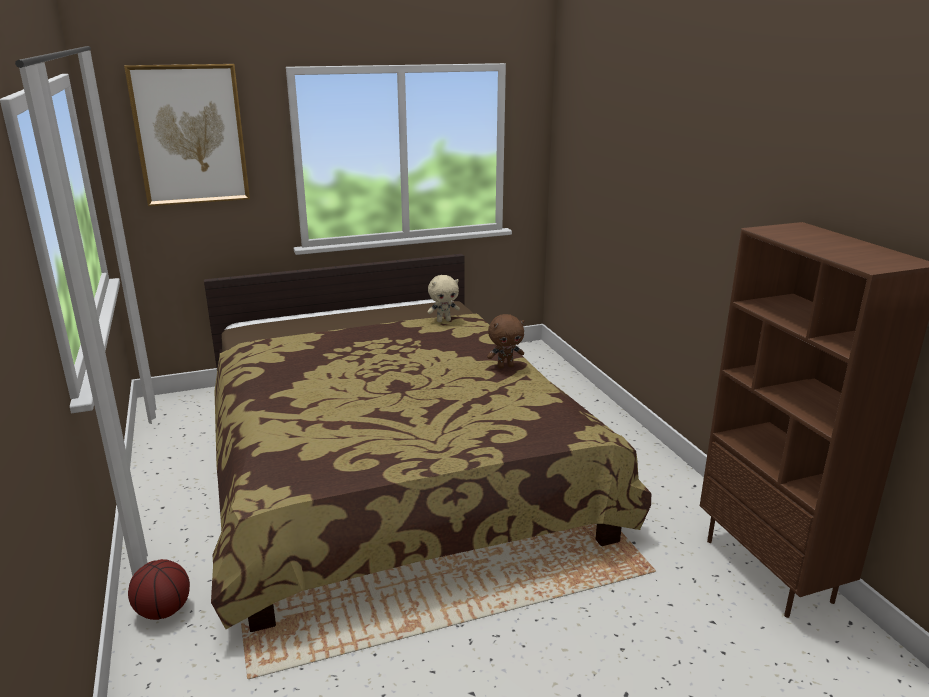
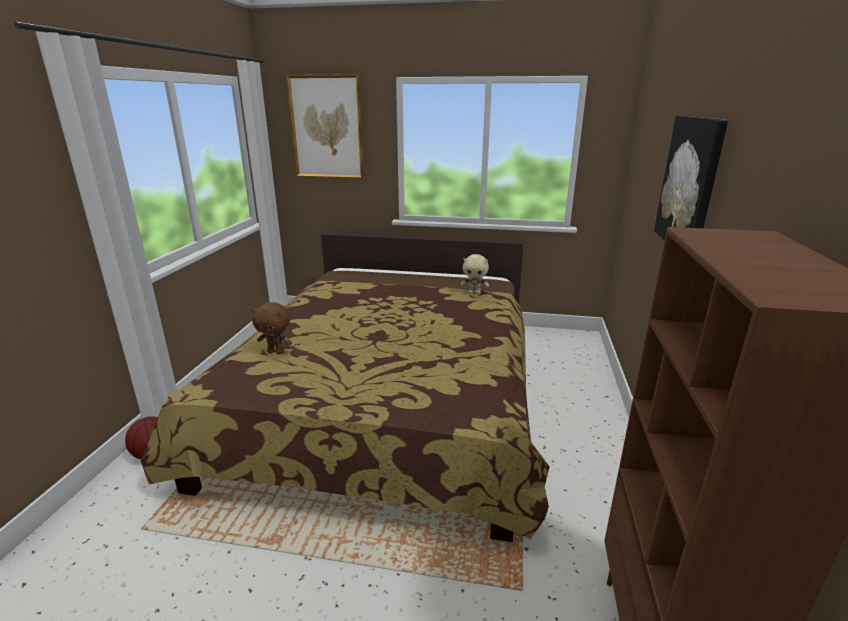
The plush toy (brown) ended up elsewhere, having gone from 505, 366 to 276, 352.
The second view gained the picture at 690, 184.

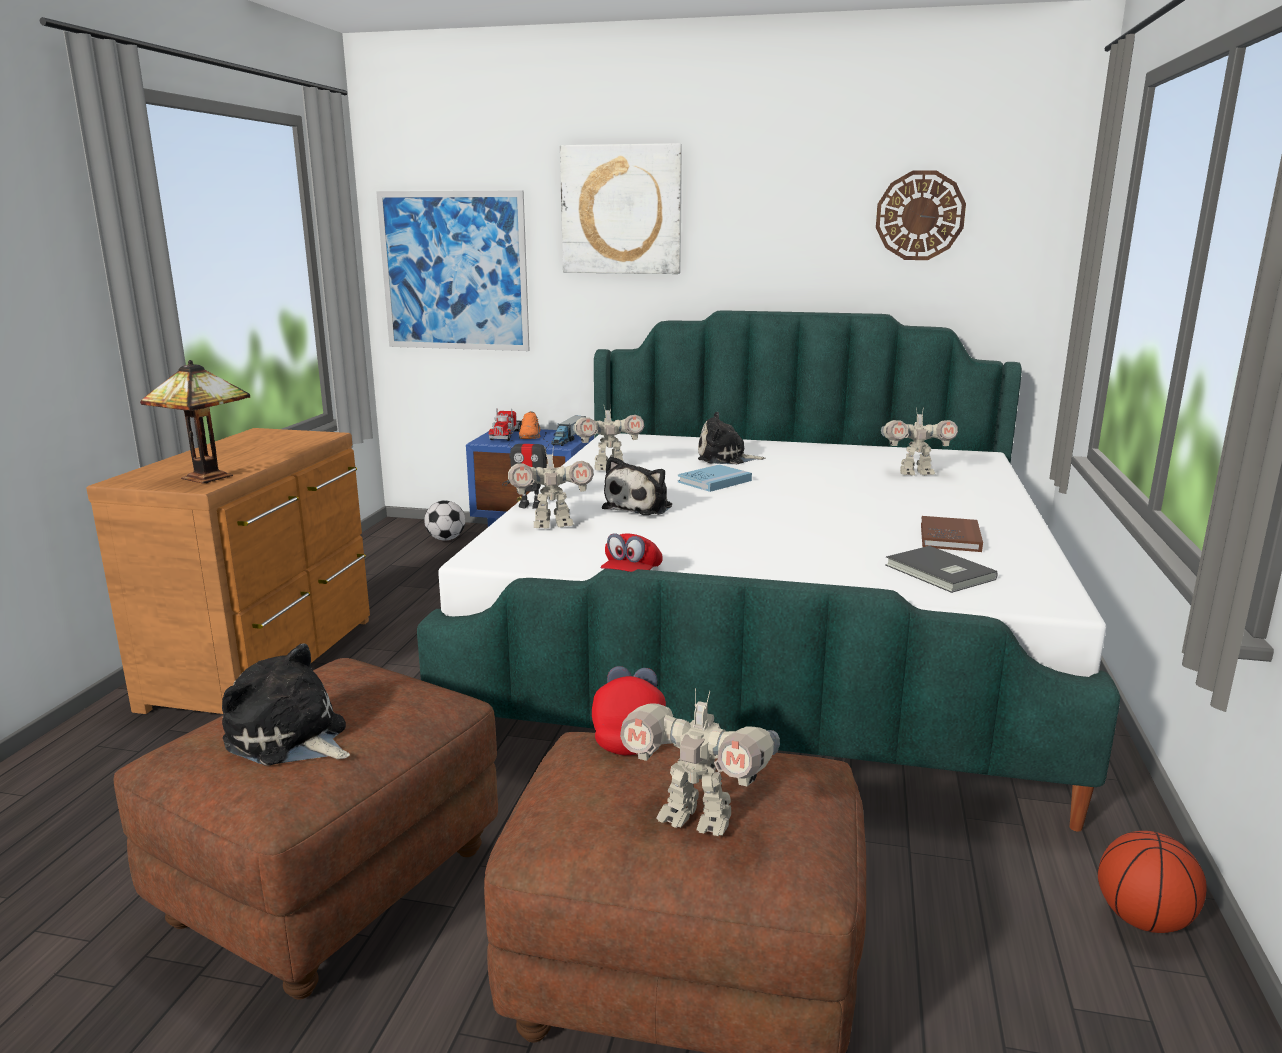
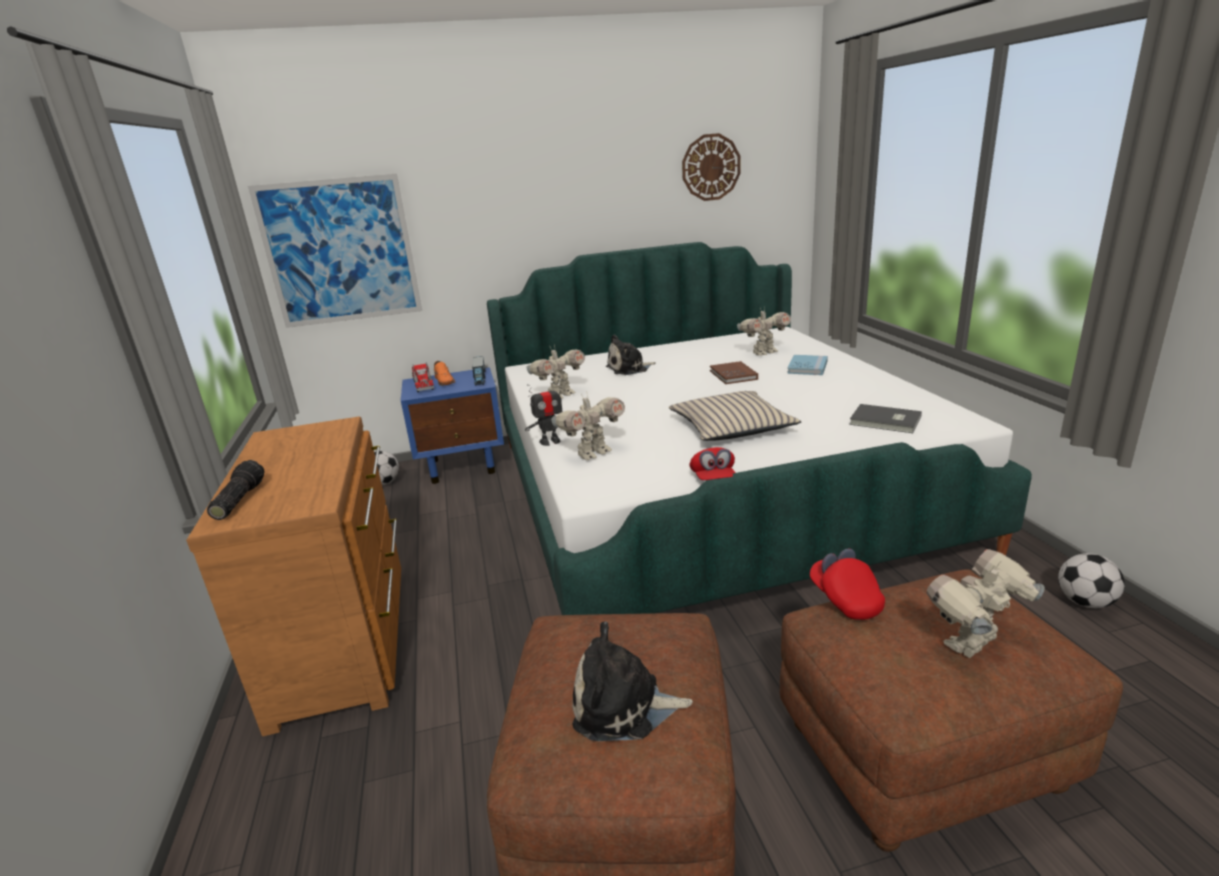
The second view lost the picture at 621, 210.
The second view lost the table lamp at 211, 477.
The second view lost the plush toy at 640, 507.
The book (blue) ended up elsewhere, having gone from 714, 481 to 807, 367.
The book (brown) ended up elsewhere, having gone from 950, 537 to 733, 375.
The toy robot at 697, 817 ended up facing another way, 150 degrees clockwise from before.
Where the basketball stood at 1142, 919, the football came to stand at 1085, 602.
The second view gained the pillow (beige) at 731, 427.
The second view gained the flashlight at 238, 500.

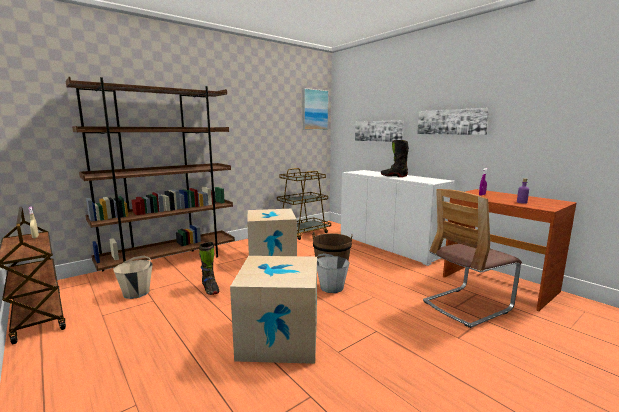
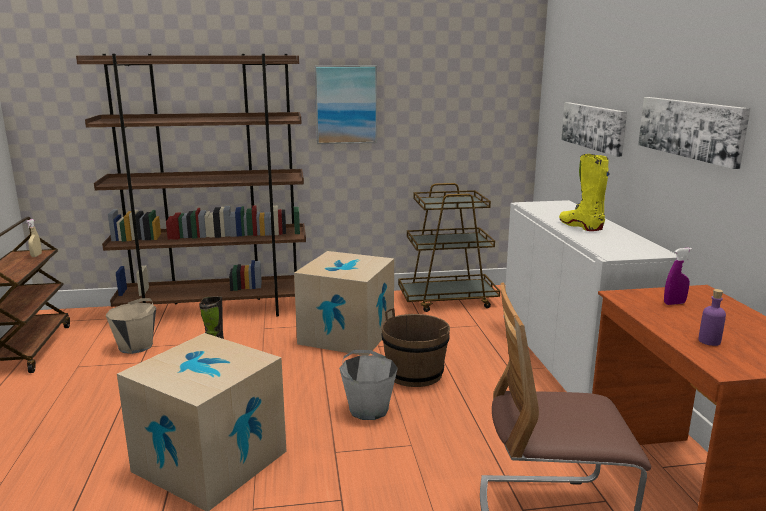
The picture ended up elsewhere, having gone from 314, 110 to 346, 104.
What was the boot (black) at 393, 176 turned into the boot (yellow) at 581, 226.

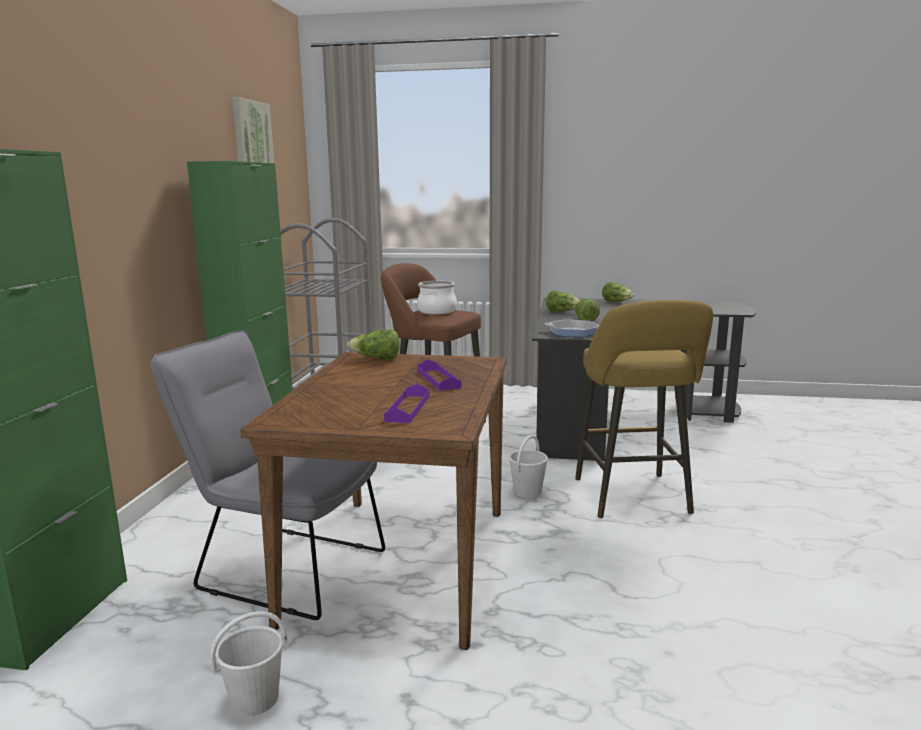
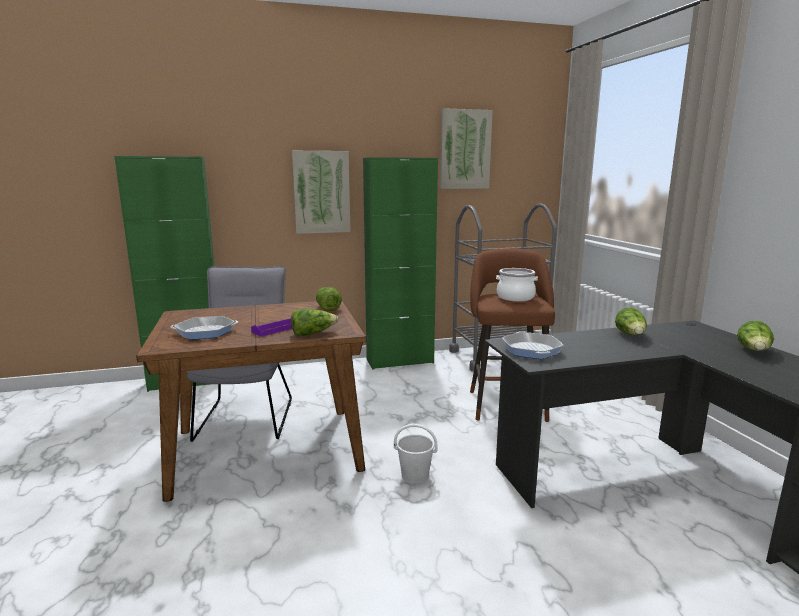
The lettuce ended up elsewhere, having gone from 585, 319 to 312, 333.
The second view lost the stool (yellow) at 633, 498.
Where the tray (purple) stood at 408, 408, the frying pan came to stand at 205, 332.
The second view lost the bucket (white) at 256, 699.
The second view gained the picture at 321, 192.

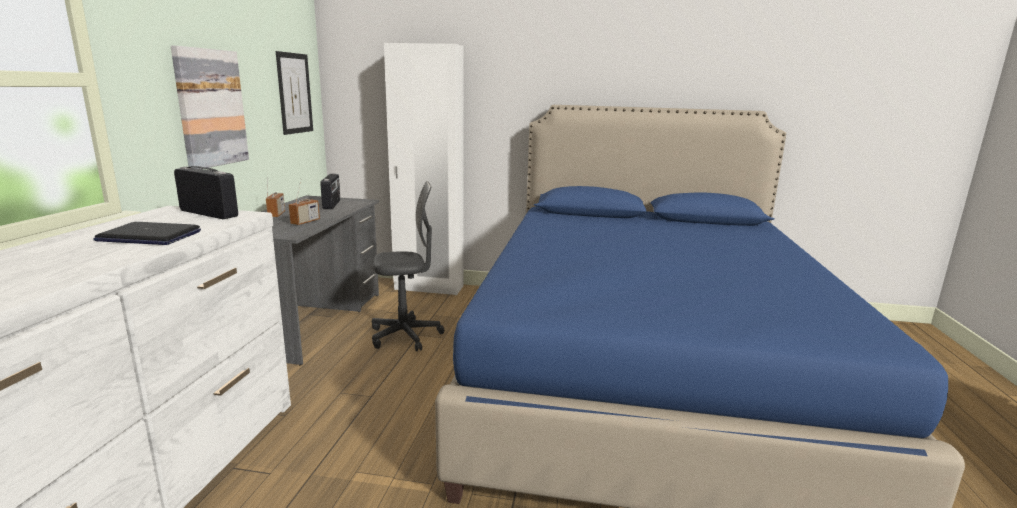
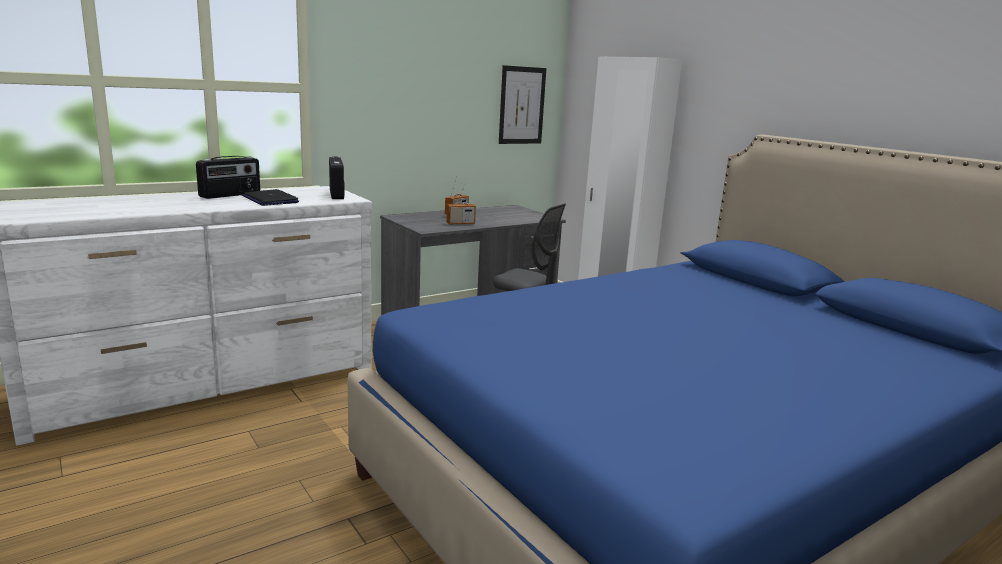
The second view lost the picture at 210, 108.
The radio ended up elsewhere, having gone from 332, 204 to 230, 195.

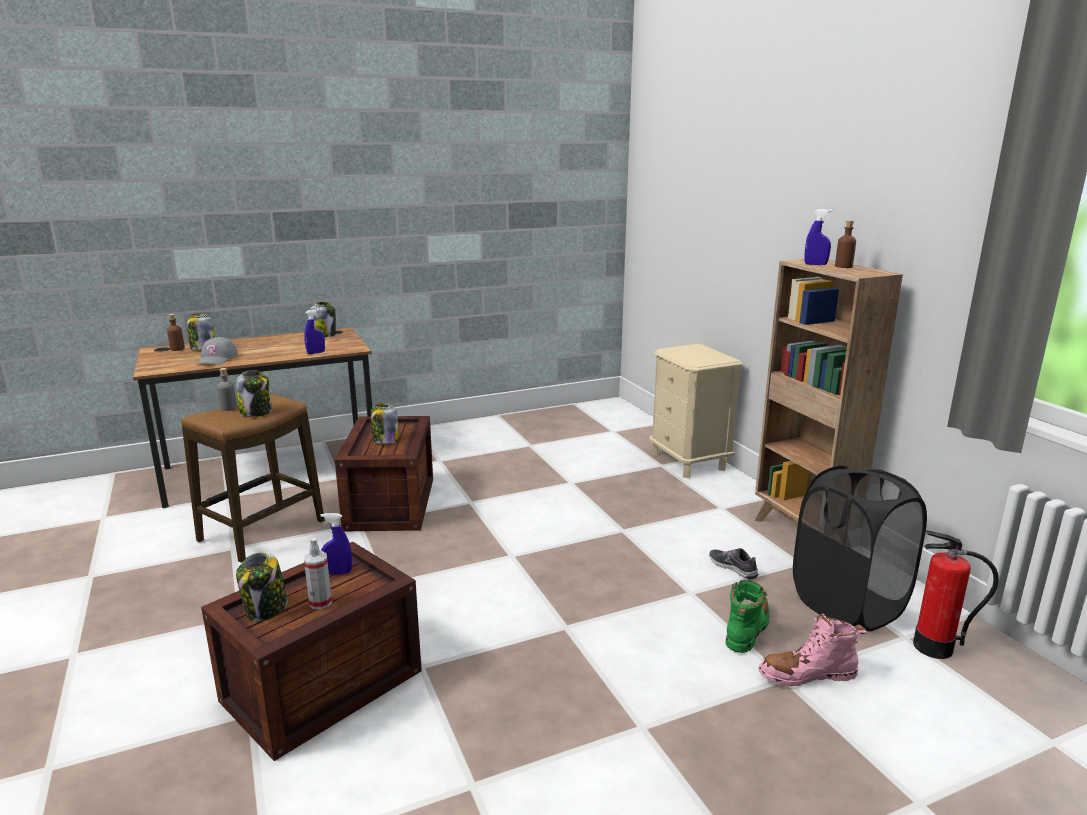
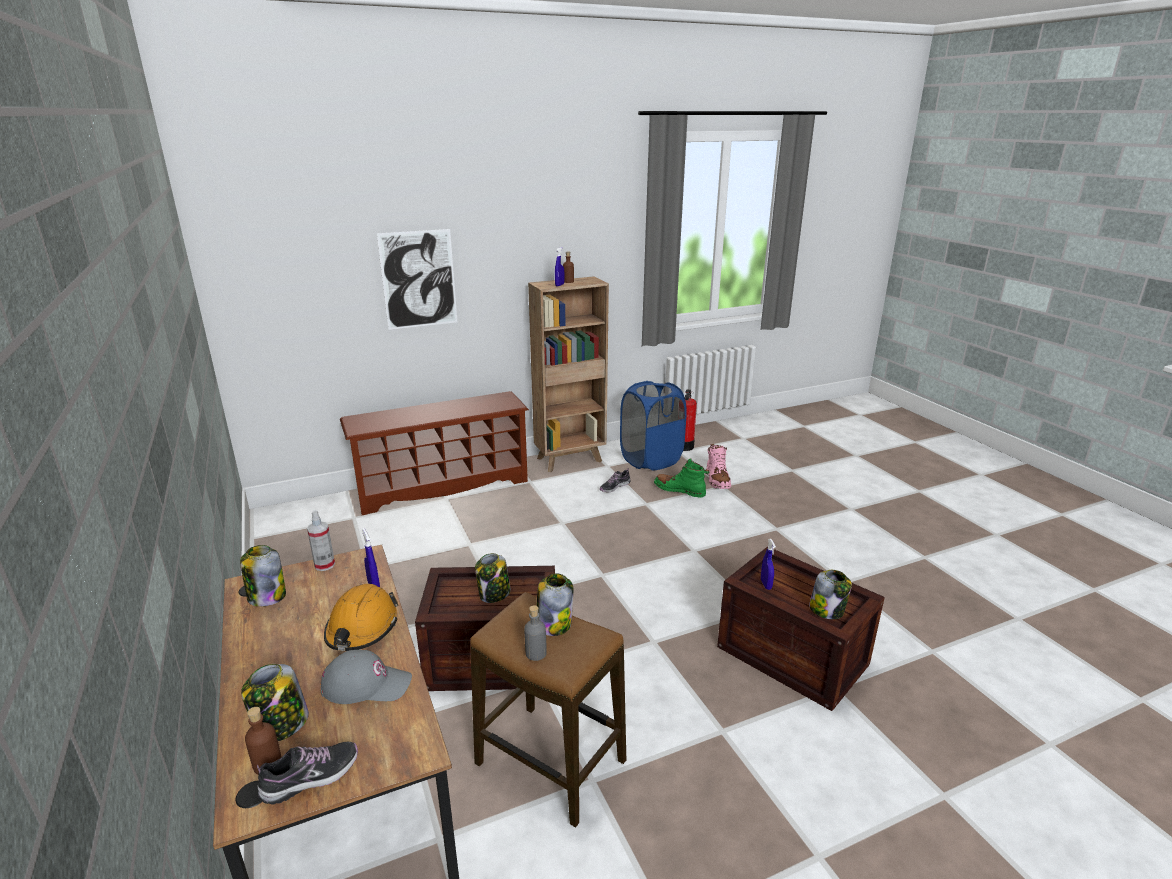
Where the nightstand (beige) stood at 688, 461, the shoe rack (brown) came to stand at 443, 486.
What was the laundry basket (black) at 848, 604 turned into the laundry basket (blue) at 651, 460.
The spray bottle ended up elsewhere, having gone from 320, 602 to 324, 565.
The second view gained the picture at 418, 279.
The second view gained the hard hat (orange) at 362, 628.
The second view gained the shoe at 311, 778.

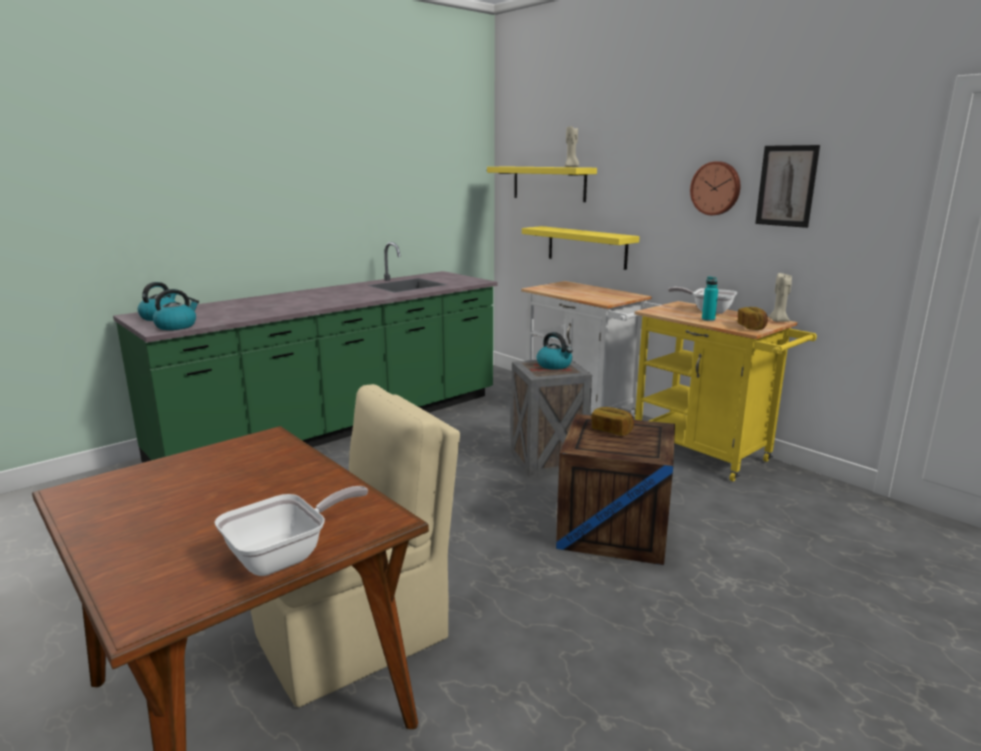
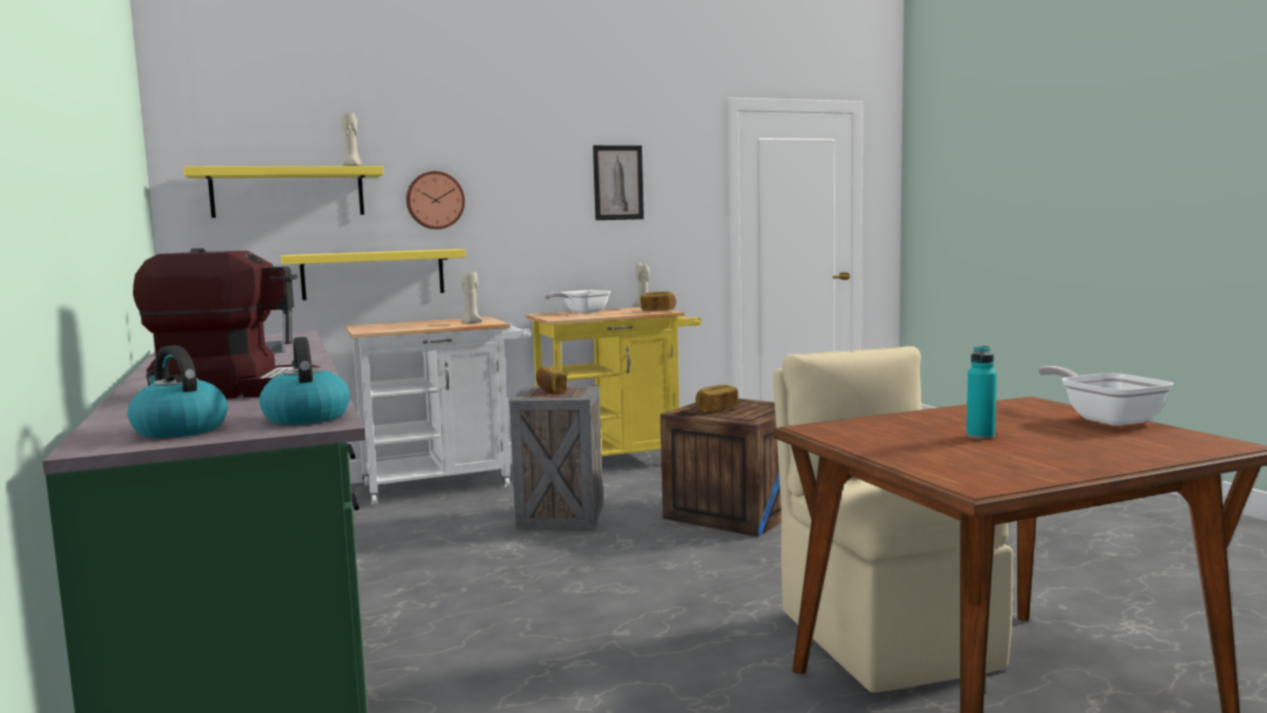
The wall clock ended up elsewhere, having gone from 716, 188 to 435, 200.
The bottle (turquoise) ended up elsewhere, having gone from 708, 320 to 980, 436.
Where the kettle stood at 554, 365, the bread came to stand at 551, 391.
The second view gained the coffee machine at 238, 390.
The second view gained the candle (beige) at 472, 323.

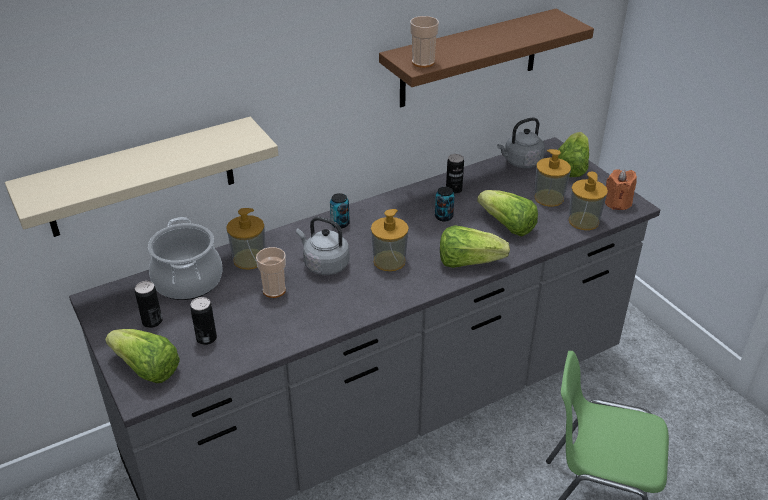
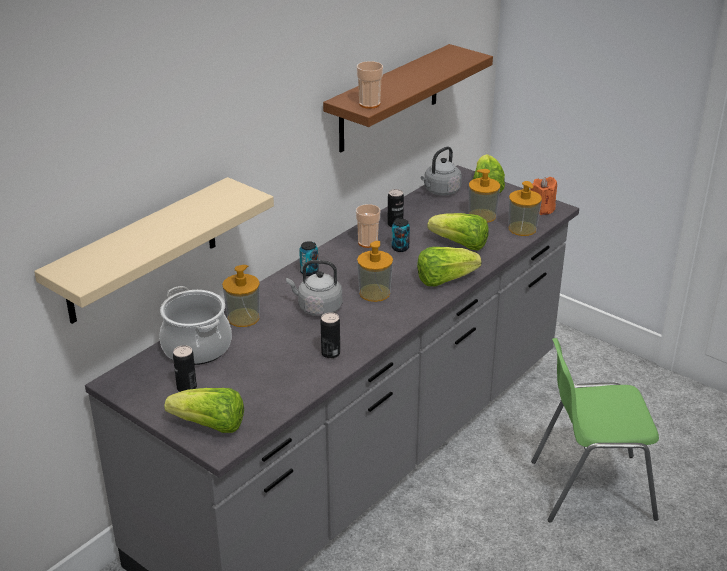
The cup ended up elsewhere, having gone from 274, 290 to 368, 243.
The can ended up elsewhere, having gone from 206, 338 to 330, 353.

